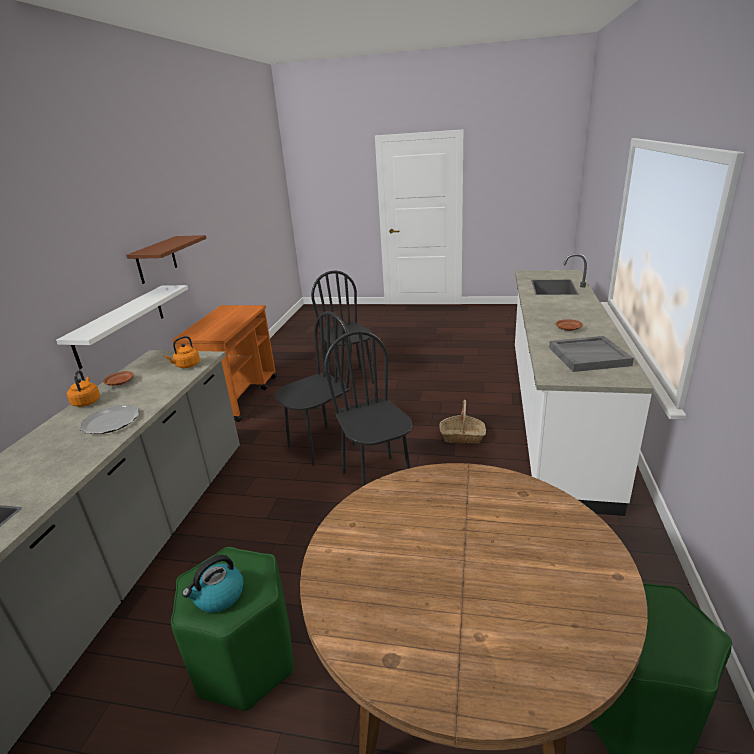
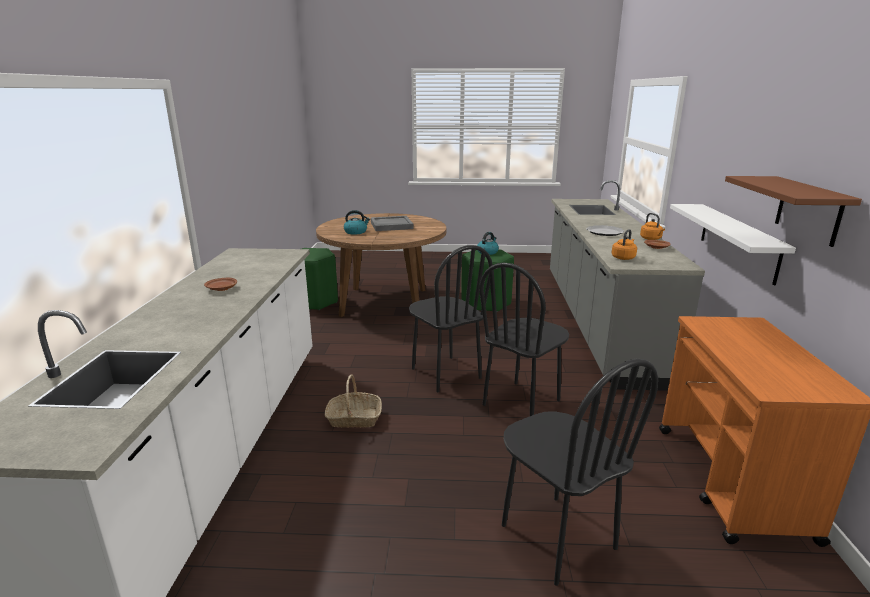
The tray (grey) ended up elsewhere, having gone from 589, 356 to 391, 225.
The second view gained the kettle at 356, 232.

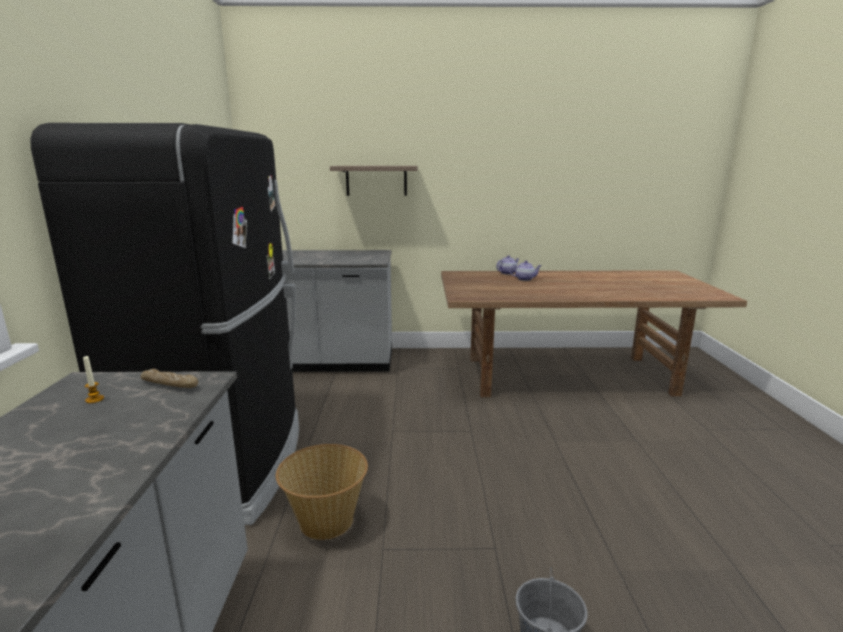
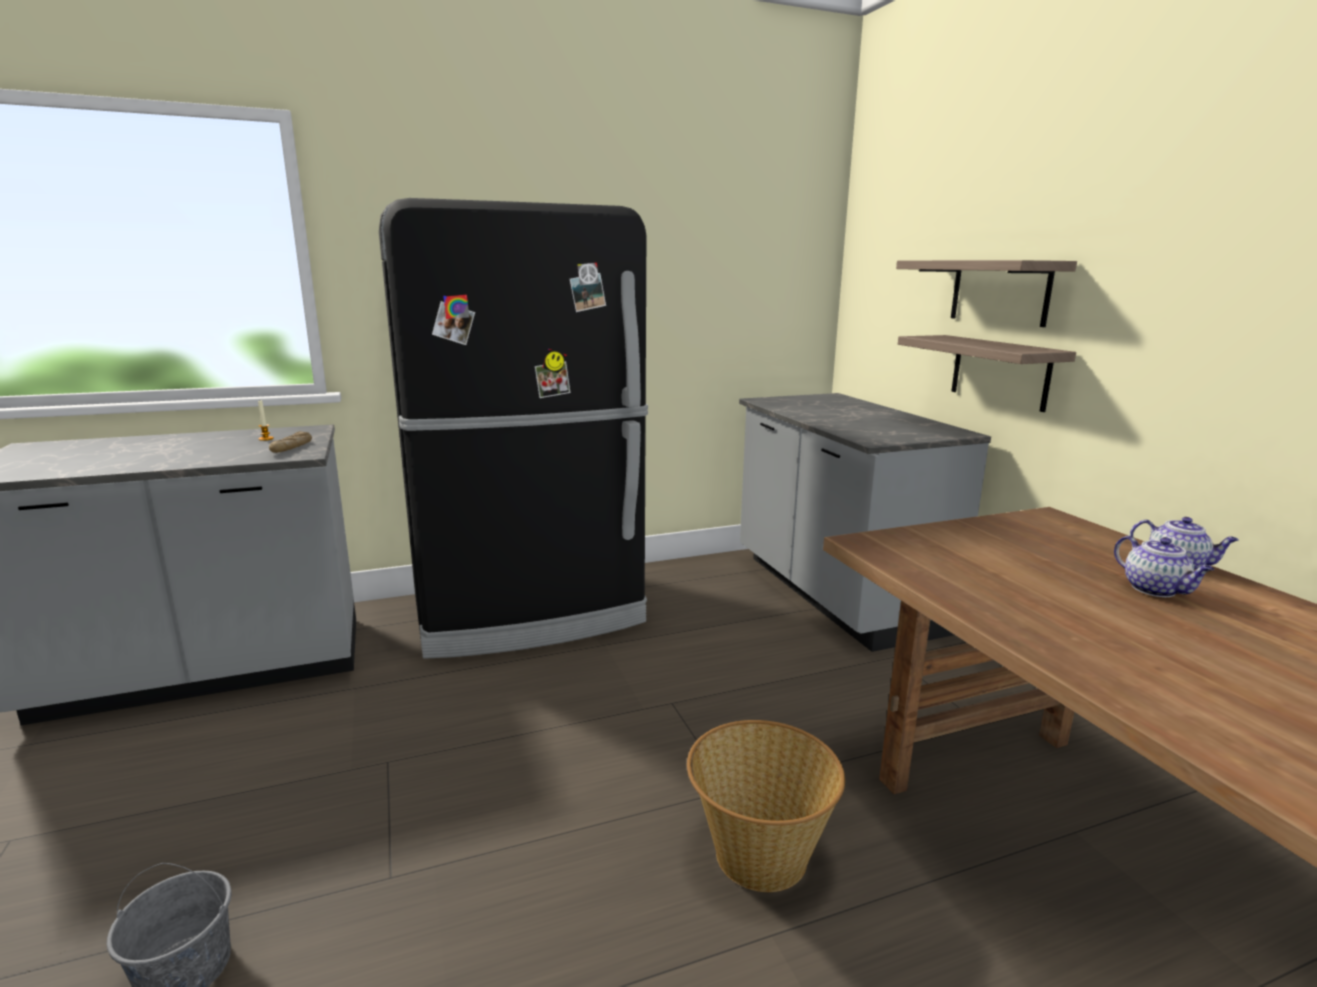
The basket ended up elsewhere, having gone from 326, 521 to 759, 855.
The second view gained the shelf at 999, 372.

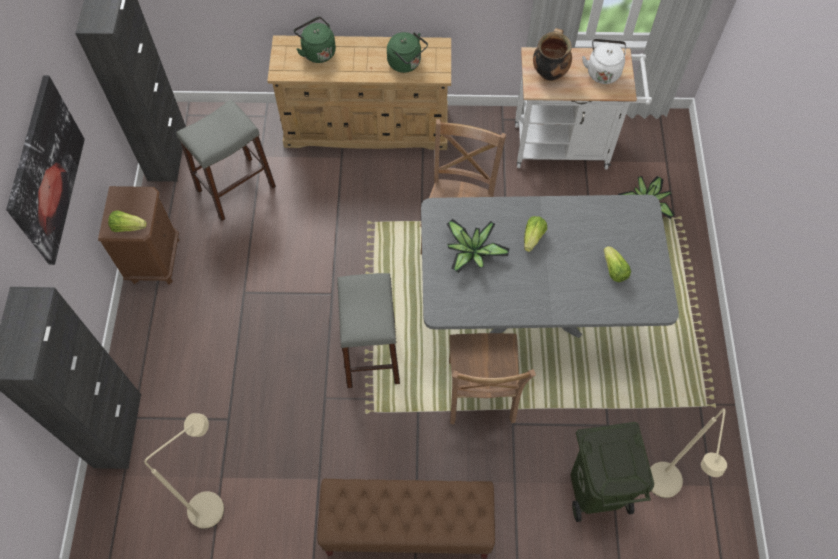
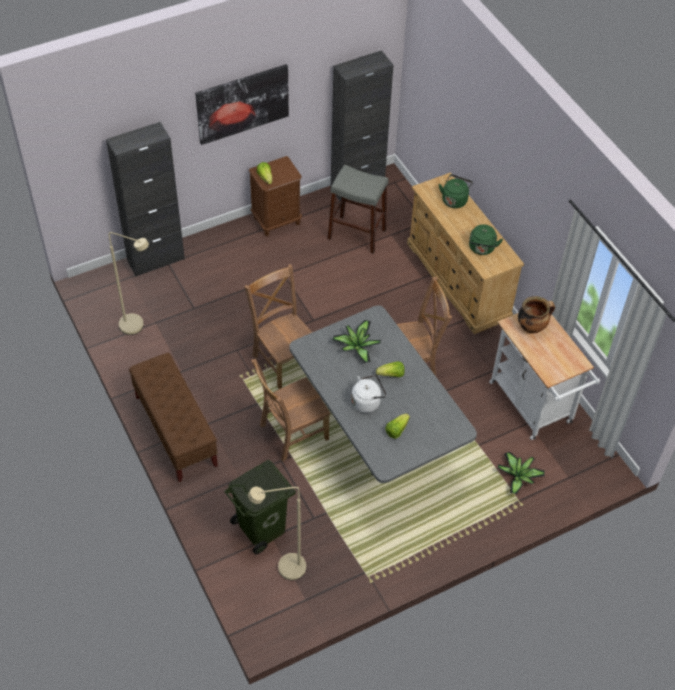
The kettle (white) ended up elsewhere, having gone from 603, 71 to 367, 402.
Where the stool (grey) stood at 371, 352, the chair (brown) came to stand at 284, 360.

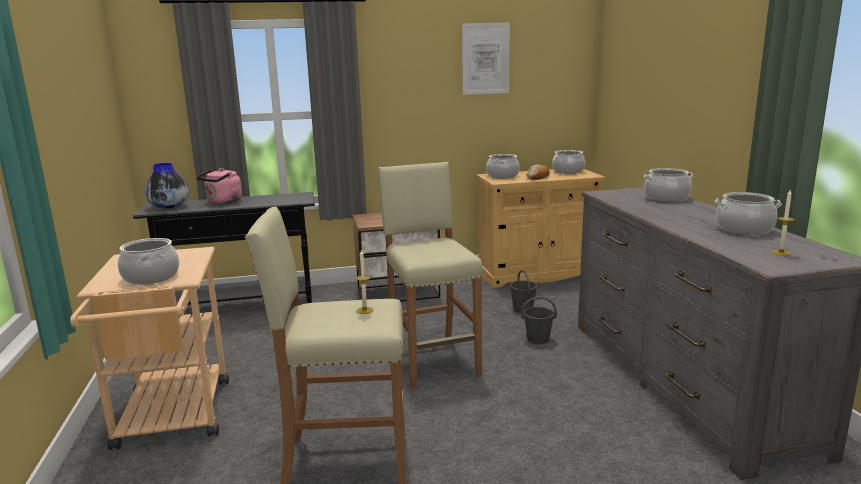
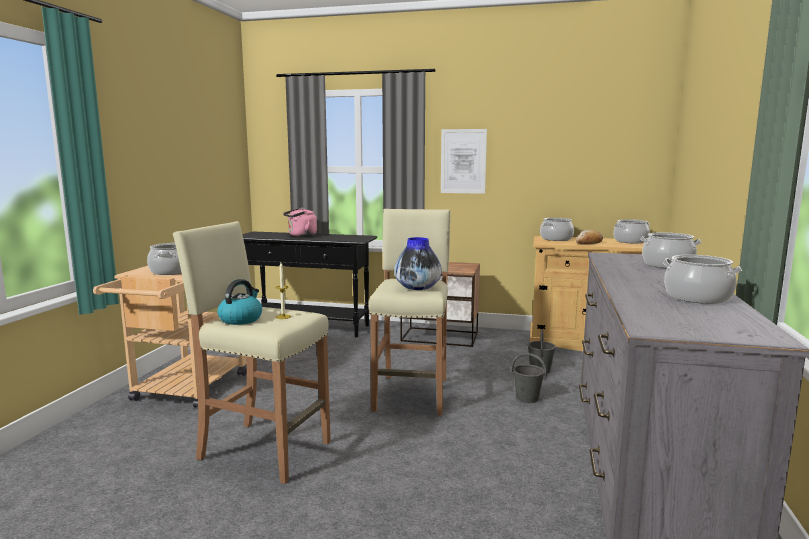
The picture ended up elsewhere, having gone from 485, 58 to 463, 161.
The vase ended up elsewhere, having gone from 169, 207 to 417, 288.
The second view lost the candle at 781, 253.
The second view gained the kettle at 241, 319.

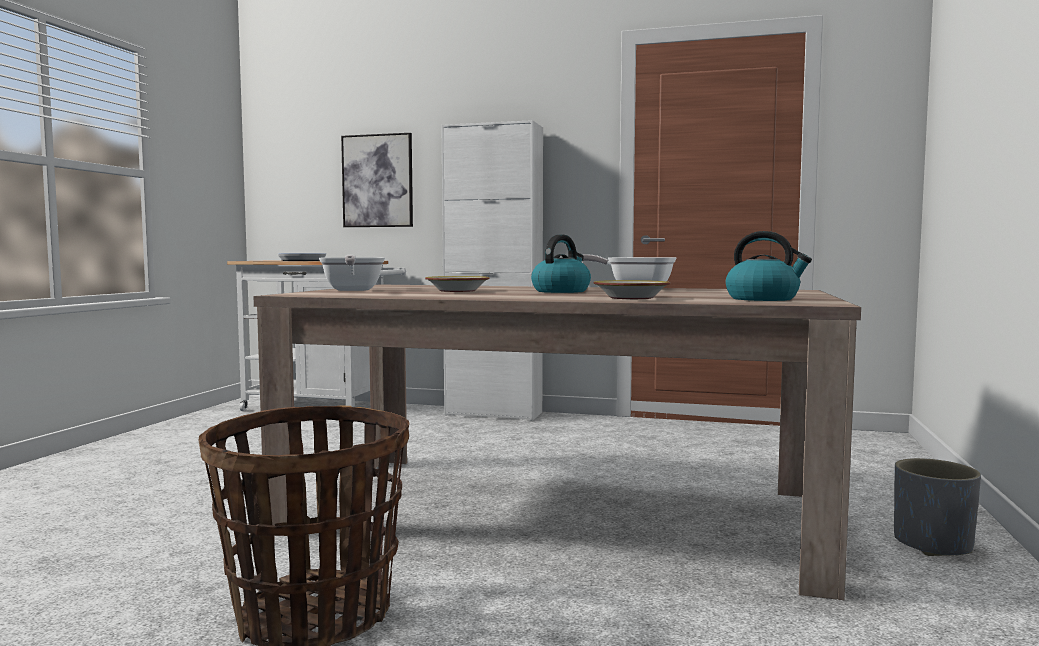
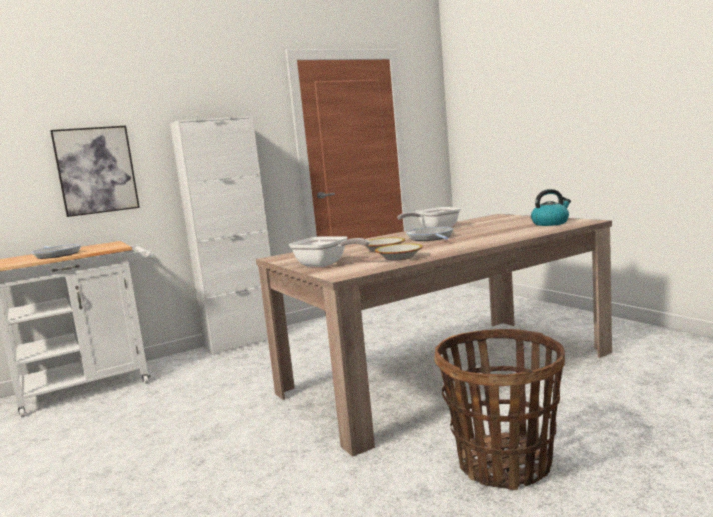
Where the kettle stood at 561, 291, the frying pan came to stand at 431, 238.
The bowl ended up elsewhere, having gone from 631, 298 to 399, 257.
The second view lost the planter (grey) at 933, 545.

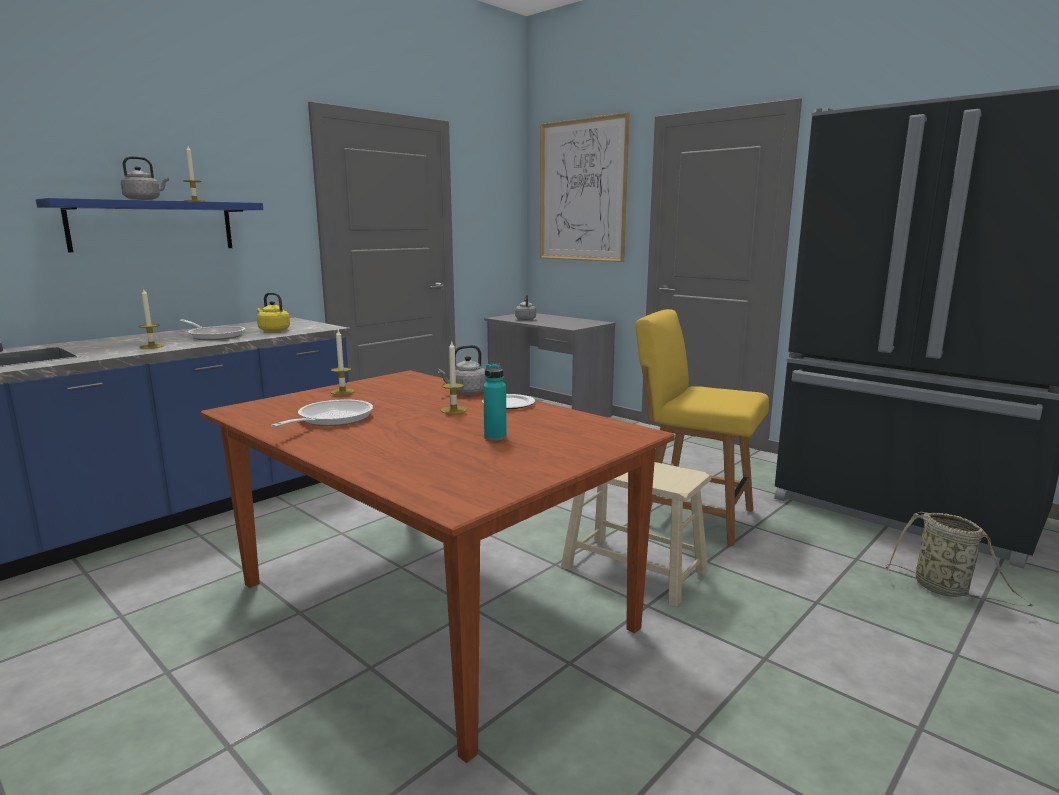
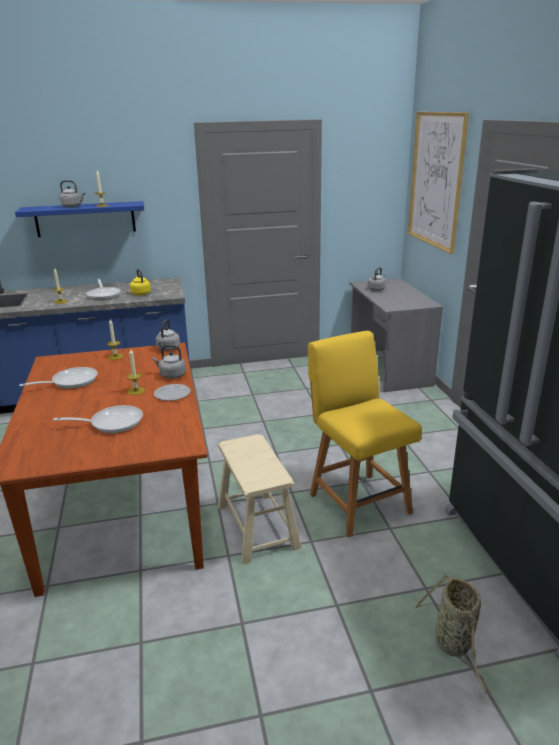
Where the bottle (turquoise) stood at 495, 437, the frying pan came to stand at 112, 423.
The second view gained the kettle (grey) at 167, 349.

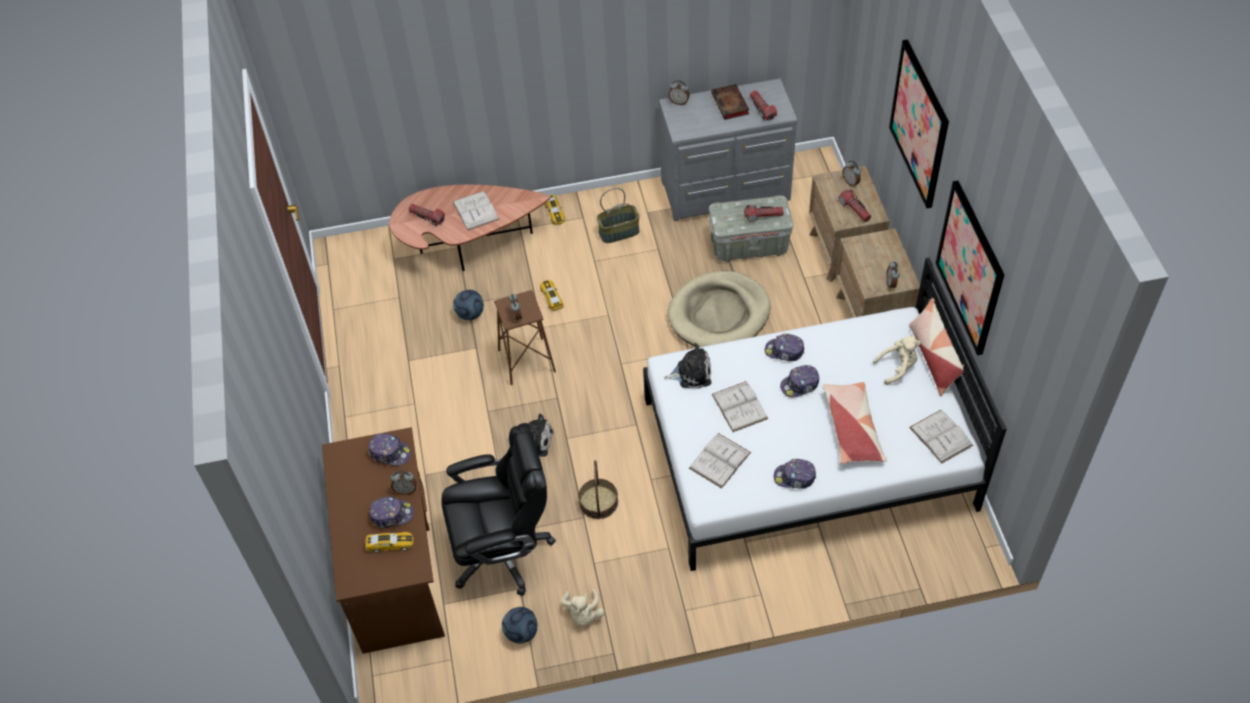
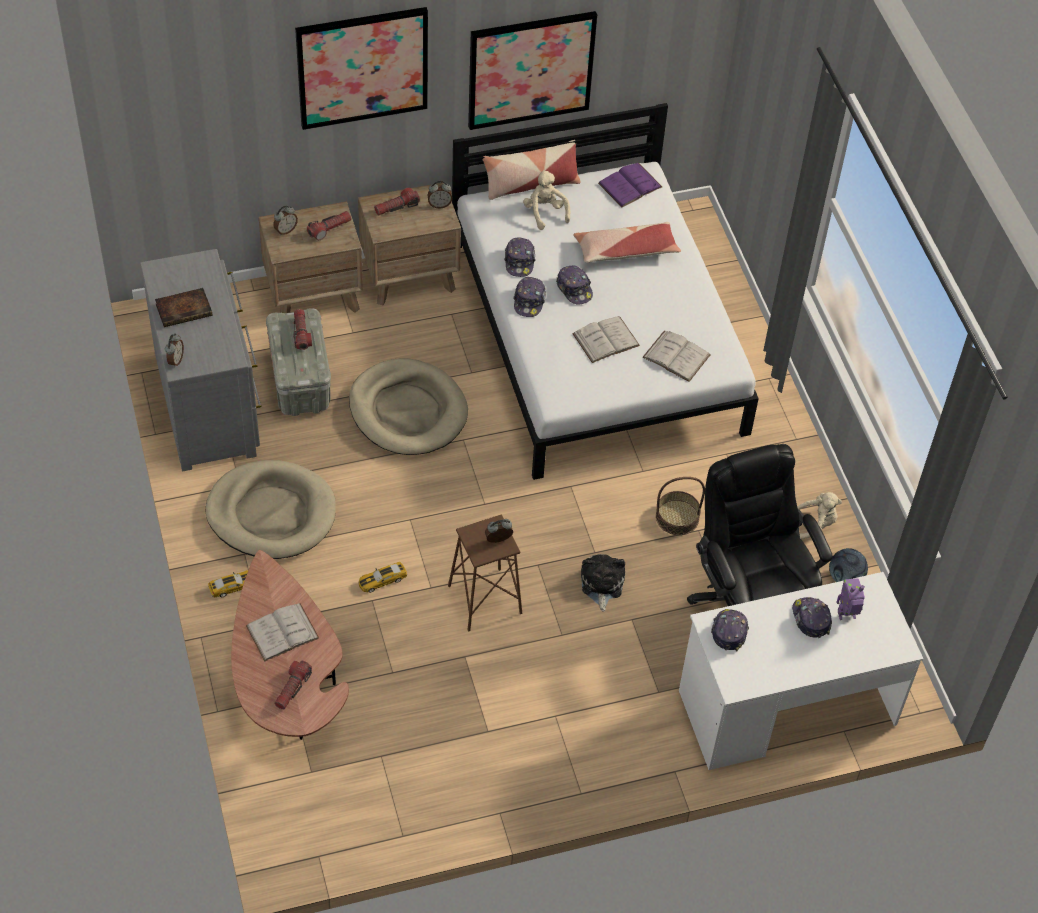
The flashlight ended up elsewhere, having gone from 762, 109 to 396, 207.
Where the basket stood at 619, 231, the dog bed (beige) came to stand at 271, 513.
The second view lost the football at 470, 314.
The second view lost the plush toy at 691, 373.
What was the book (white) at 940, 436 turned into the book (purple) at 630, 185.
What was the desk (brown) at 395, 568 turned into the desk (white) at 786, 708.
The cap ended up elsewhere, having gone from 794, 477 to 519, 261.
The second view lost the alarm clock at 406, 490.
Where the toy car stood at 390, 544, the toy robot came to stand at 847, 616.

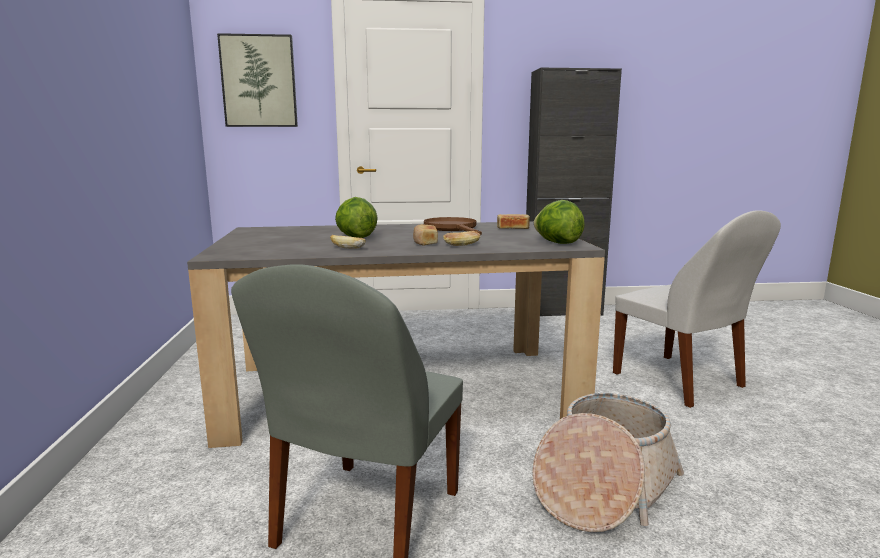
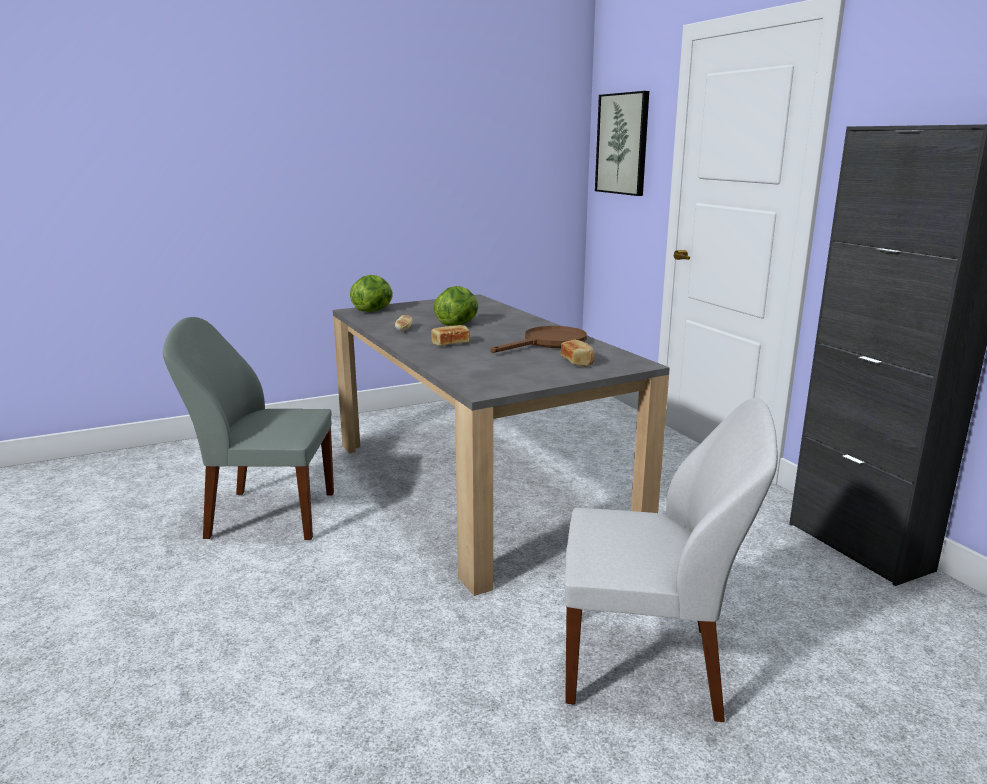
The lettuce ended up elsewhere, having gone from 557, 243 to 374, 310.
The chair (white) at 680, 381 ended up facing another way, 120 degrees counterclockwise from before.
The second view lost the bread at 461, 245.
The second view lost the basket at 603, 487.

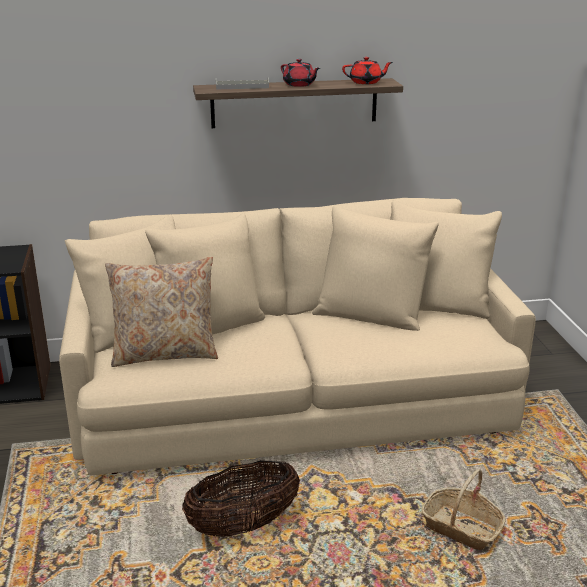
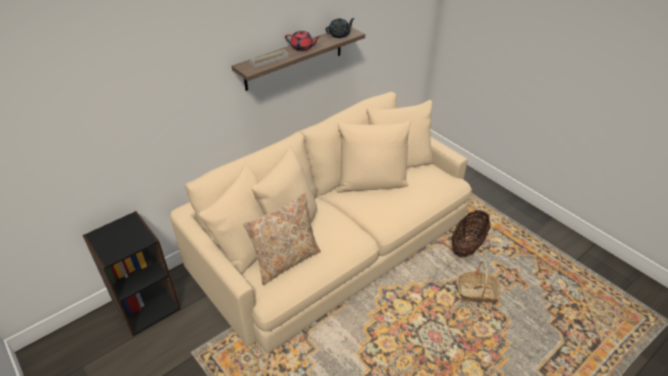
What was the teapot (red) at 366, 82 turned into the teapot (black) at 339, 35.
The basket ended up elsewhere, having gone from 243, 525 to 467, 246.

